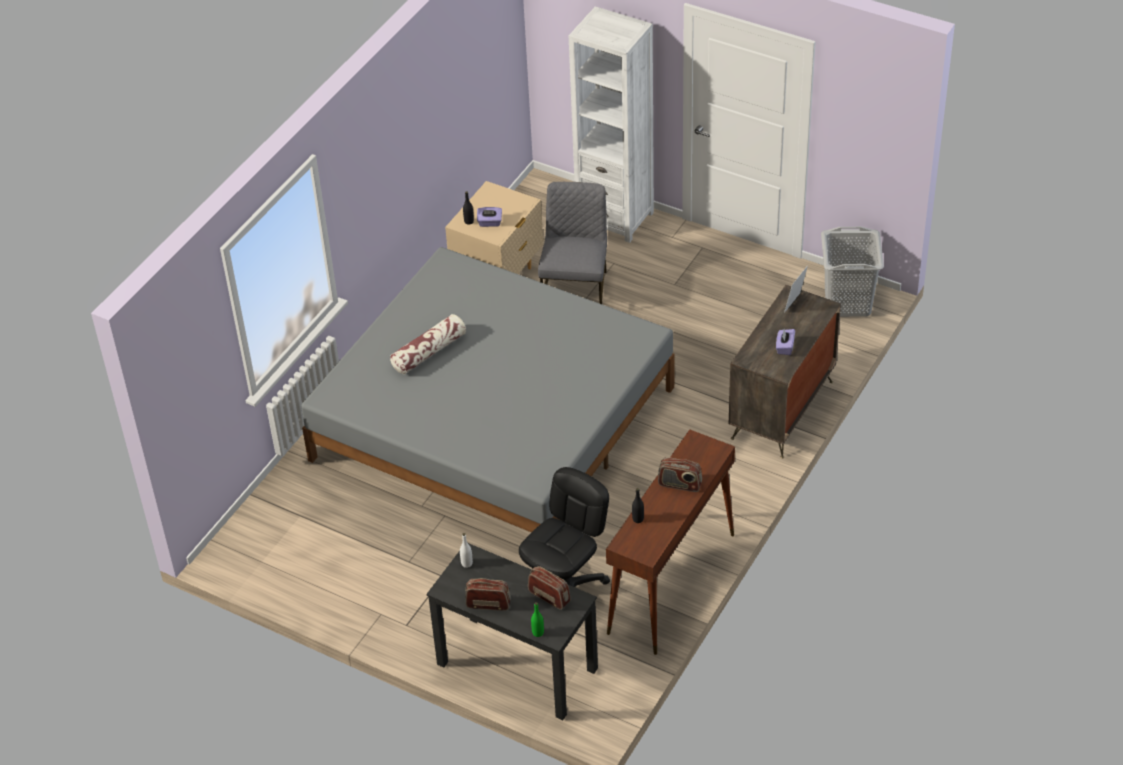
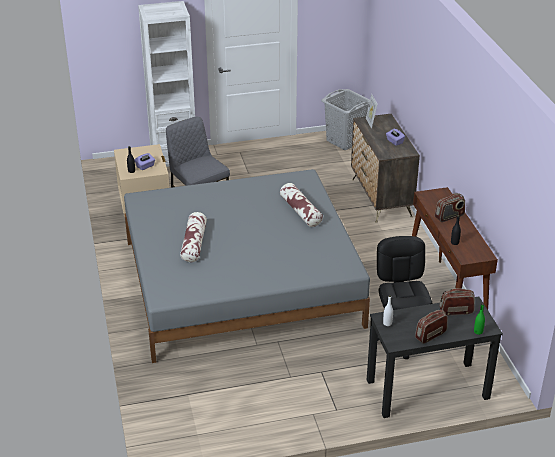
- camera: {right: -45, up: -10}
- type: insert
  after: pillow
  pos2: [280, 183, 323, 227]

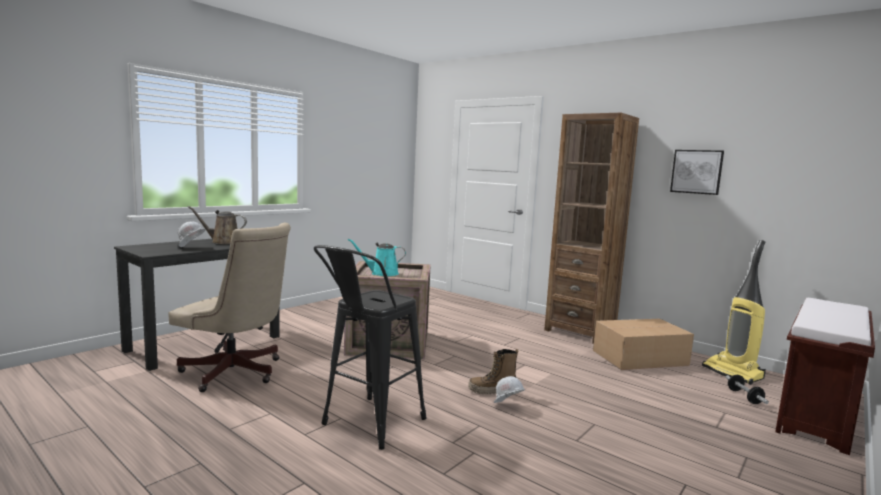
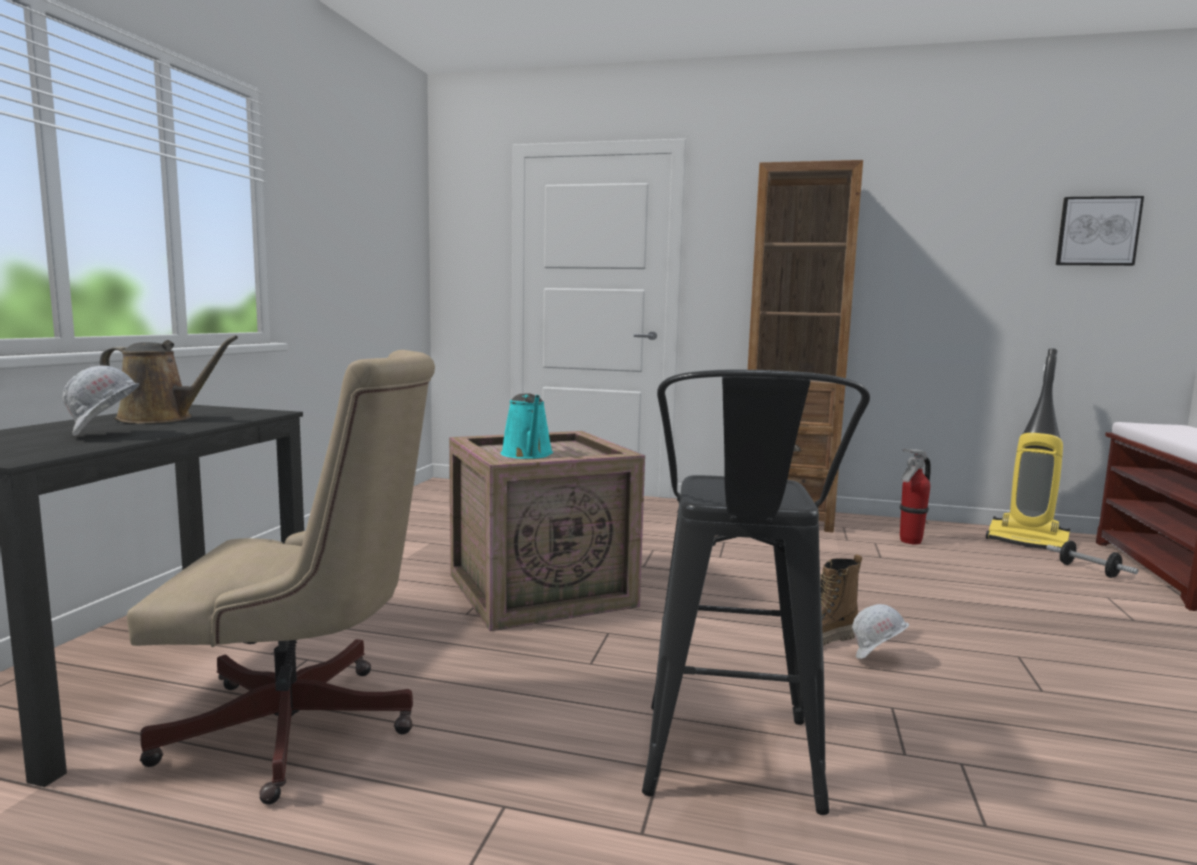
- camera: {right: -25, up: 0}
- type: rotate
  before: brown_watering_can
  pos1: [188, 206, 247, 244]
  pos2: [100, 335, 238, 424]
  turn: -150
- type: rotate
  before: turquoise_watering_can
  pos1: [348, 239, 406, 276]
  pos2: [501, 393, 553, 459]
  turn: -75
- type: replace
  before: cardboard_box
  after: fire_extinguisher
  pos1: [593, 319, 694, 370]
  pos2: [900, 449, 931, 544]
- type: move
  before: picture
  pos1: [670, 150, 724, 195]
  pos2: [1056, 196, 1144, 266]

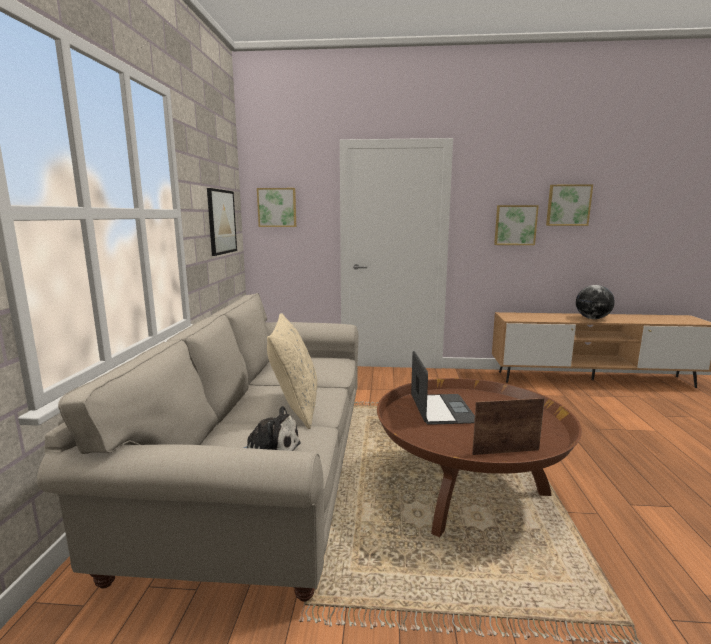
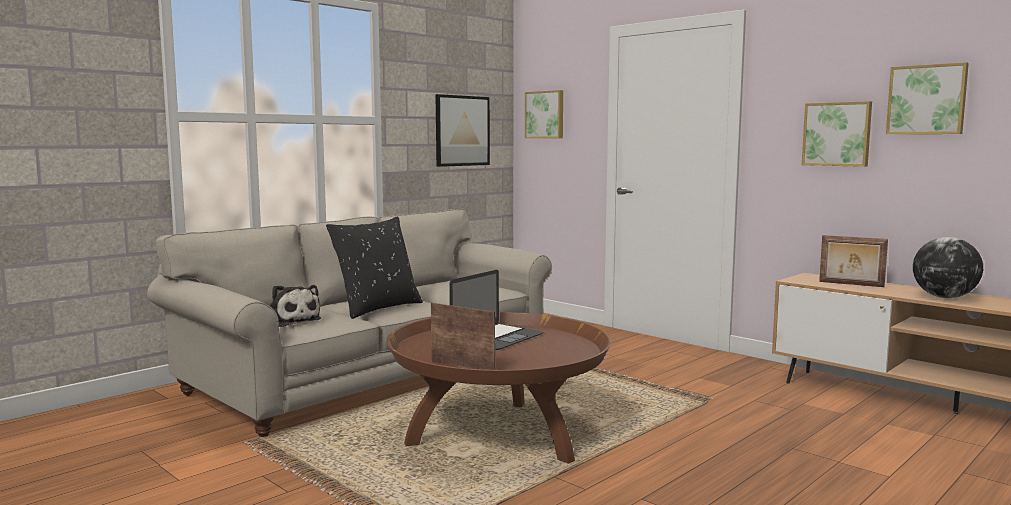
- camera: {right: 40, up: -5}
- type: recolor
  before: beige_pillow
  after: black_pillow
  pos1: [267, 313, 317, 429]
  pos2: [326, 216, 423, 319]
- type: insert
  after: picture_frame
  pos2: [819, 235, 888, 287]

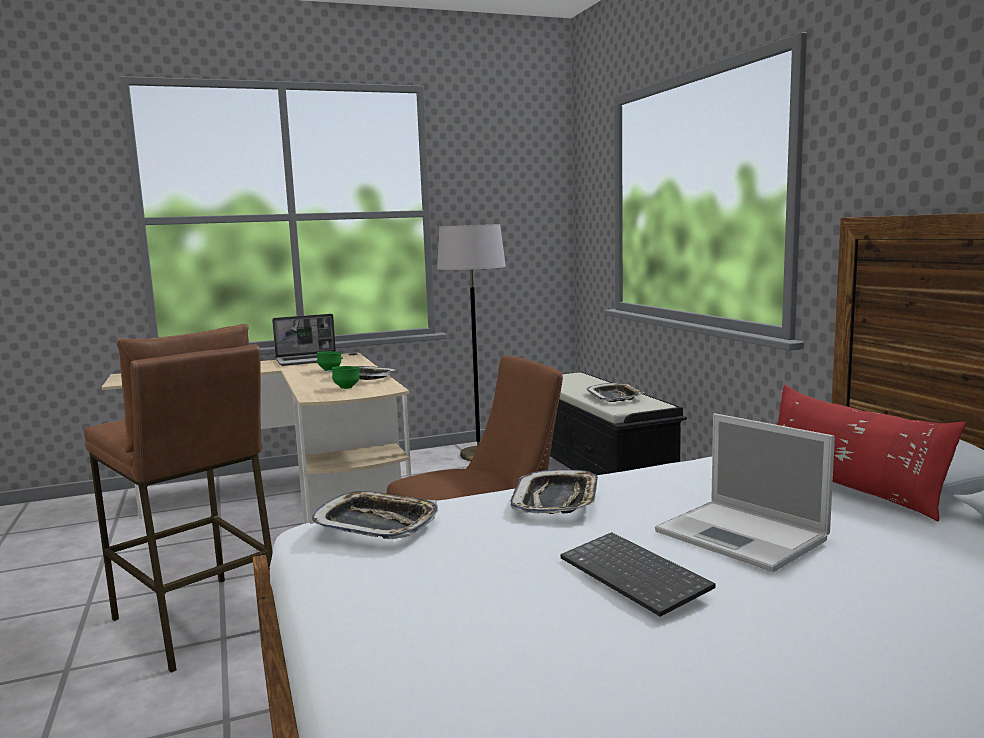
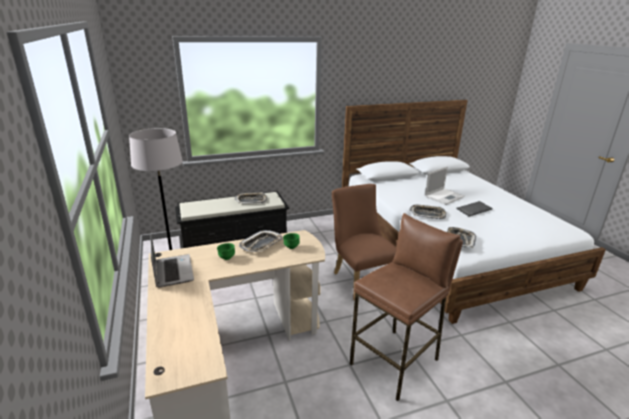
- camera: {right: -90, up: 15}
- type: delete
  before: red_pillow
  pos1: [777, 385, 966, 522]

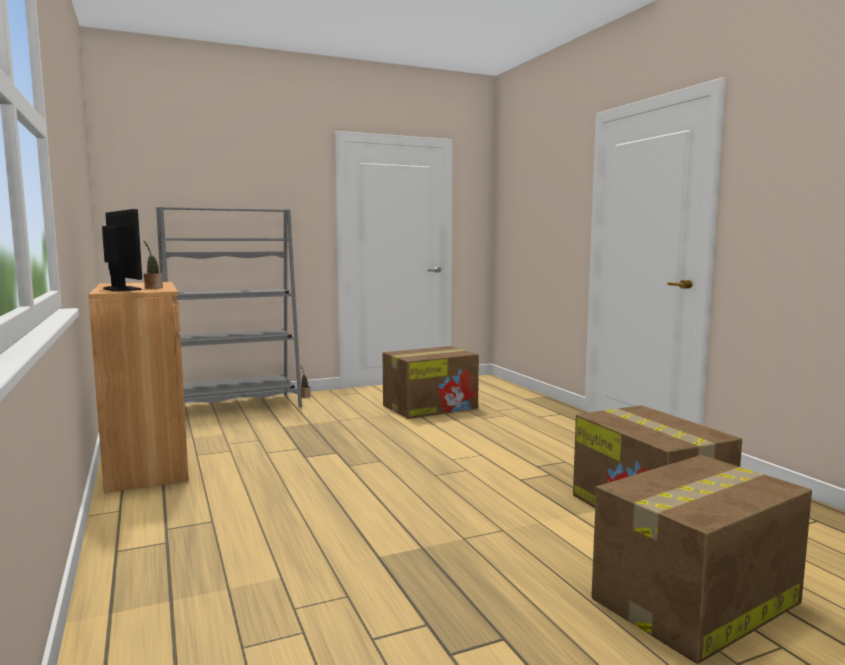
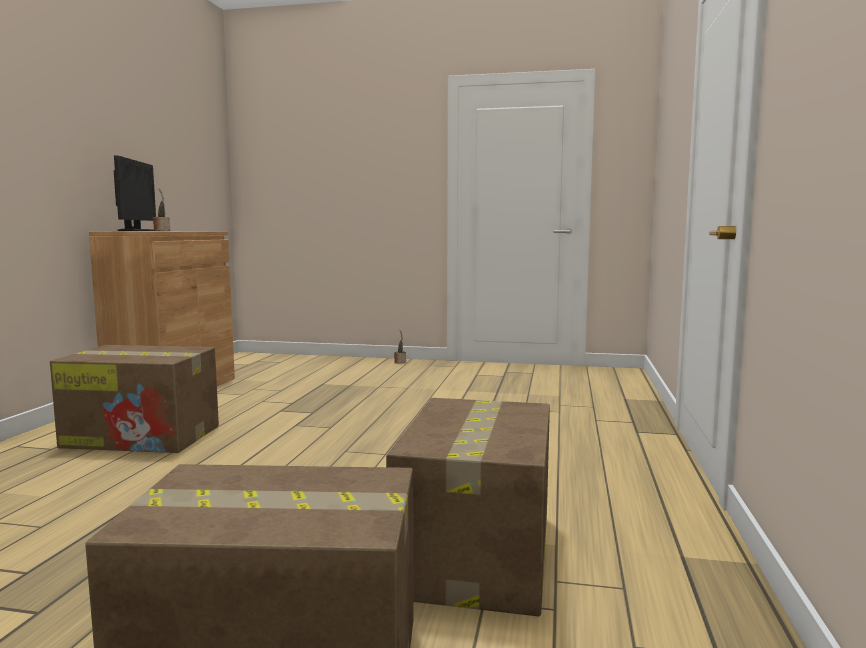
- camera: {right: 35, up: 0}
- type: delete
  before: grey_bookcase
  pos1: [156, 207, 302, 407]
- type: move
  before: cardboard_box
  pos1: [383, 346, 479, 419]
  pos2: [50, 345, 219, 453]

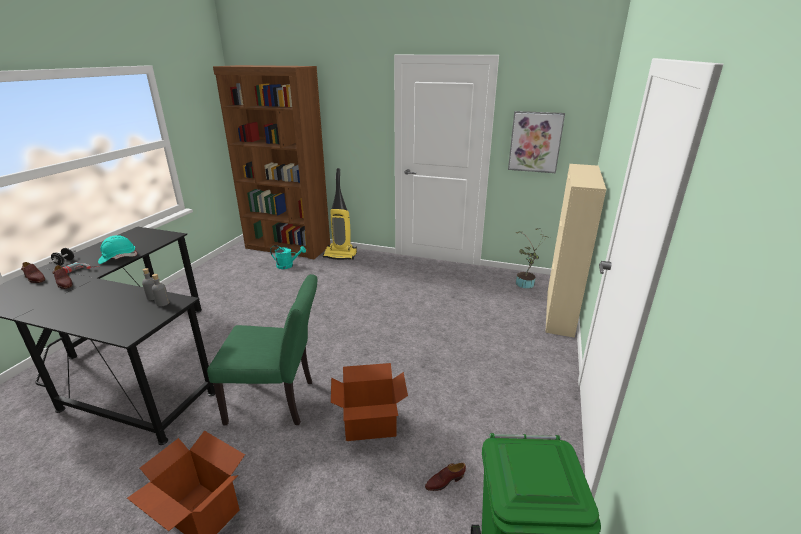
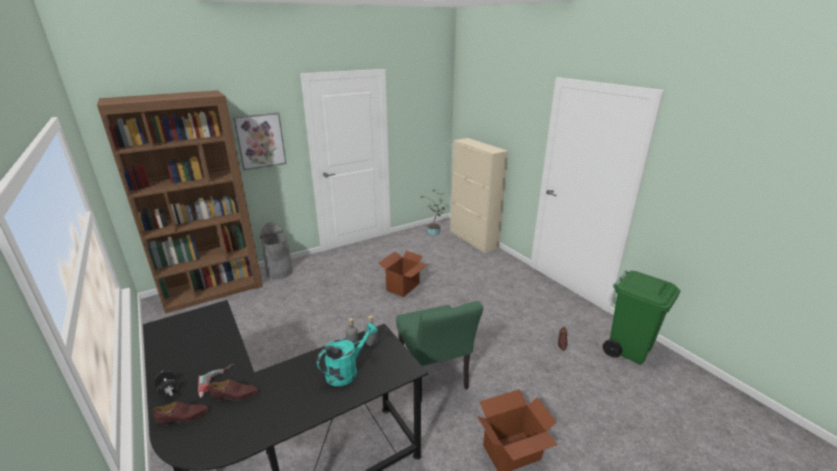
- camera: {right: -50, up: 0}
- type: delete
  before: turquoise_hard_hat
  pos1: [98, 235, 138, 264]
- type: rotate
  before: green_chair
  pos1: [207, 274, 317, 425]
  pos2: [396, 301, 483, 402]
  turn: 120
- type: move
  before: turquoise_watering_can
  pos1: [270, 245, 306, 269]
  pos2: [317, 323, 378, 386]
- type: replace
  before: vacuum_cleaner
  after: grey_trash_can
  pos1: [323, 168, 357, 260]
  pos2: [260, 223, 293, 279]
- type: move
  before: cardboard_box
  pos1: [331, 363, 408, 441]
  pos2: [378, 251, 428, 297]
- type: move
  before: picture
  pos1: [508, 111, 565, 173]
  pos2: [233, 113, 286, 170]

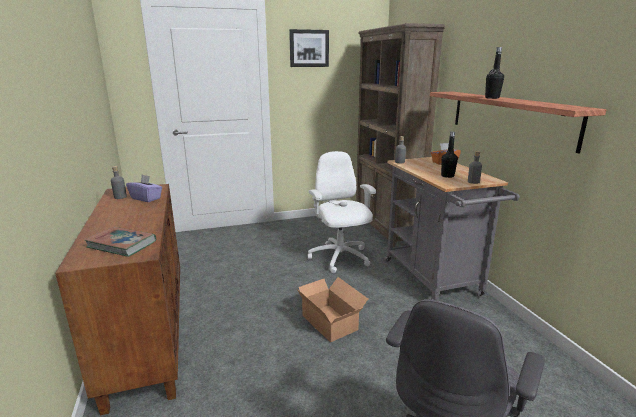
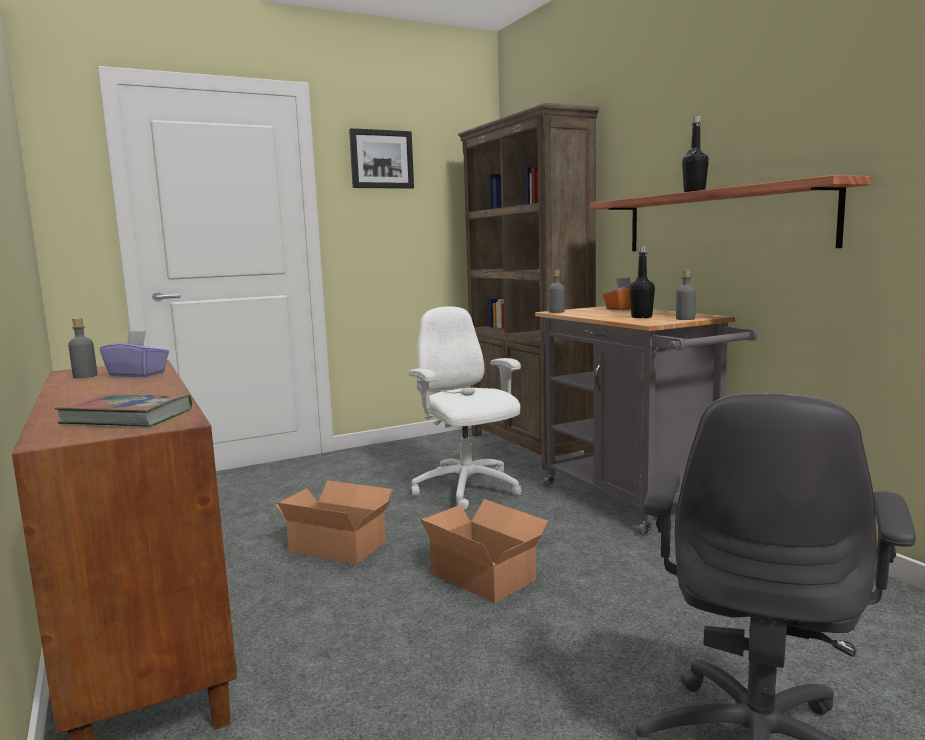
- camera: {right: -10, up: -10}
- type: insert
  after: cardboard_box
  pos2: [275, 480, 392, 565]

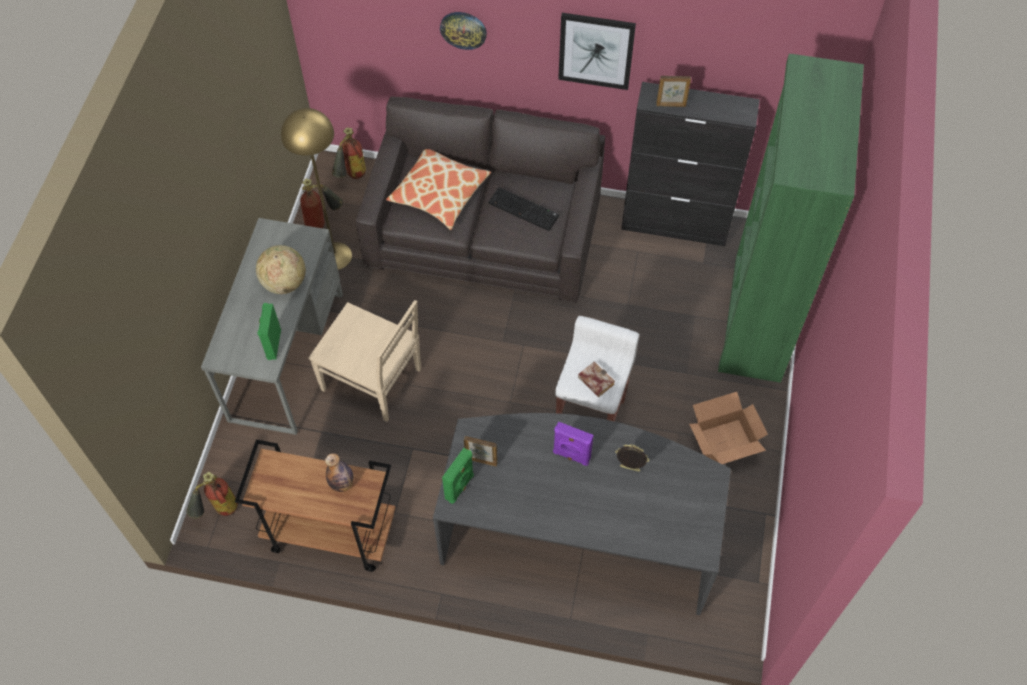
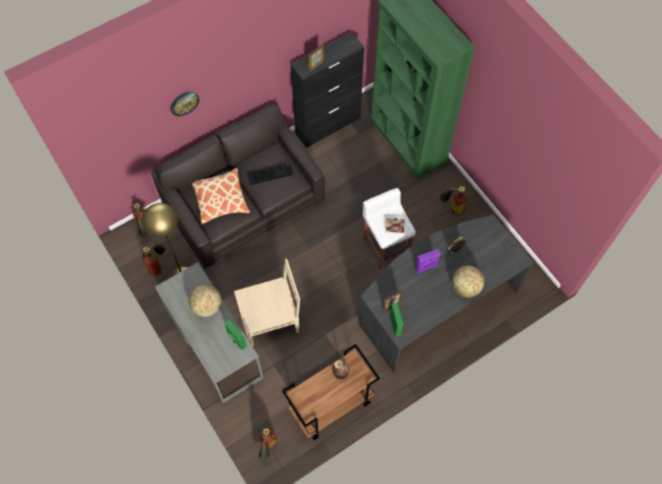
- camera: {right: -45, up: 5}
- type: delete
  before: picture
  pos1: [558, 13, 636, 90]
- type: replace
  before: cardboard_box
  after: fire_extinguisher
  pos1: [689, 392, 768, 464]
  pos2: [439, 186, 467, 215]
- type: insert
  after: globe
  pos2: [452, 266, 484, 298]

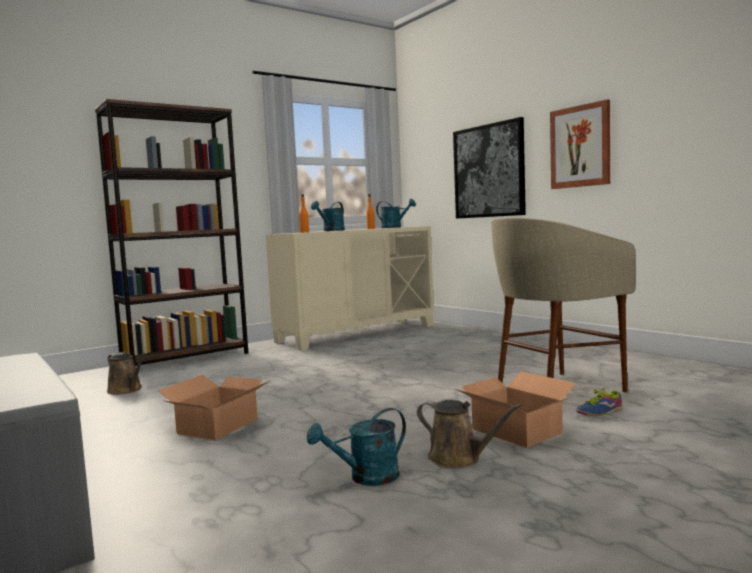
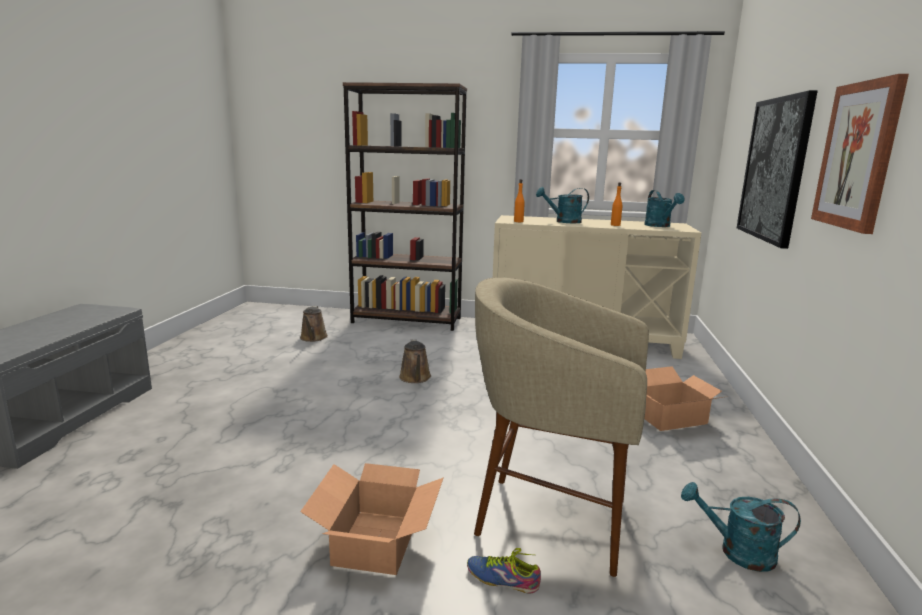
- camera: {right: 45, up: 10}
- type: move
  before: cardboard_box
  pos1: [158, 375, 271, 440]
  pos2: [644, 366, 723, 431]
- type: move
  before: turquoise_watering_can
  pos1: [307, 408, 406, 486]
  pos2: [681, 482, 801, 572]
- type: move
  before: brown_watering_can
  pos1: [417, 400, 522, 468]
  pos2: [399, 339, 431, 383]

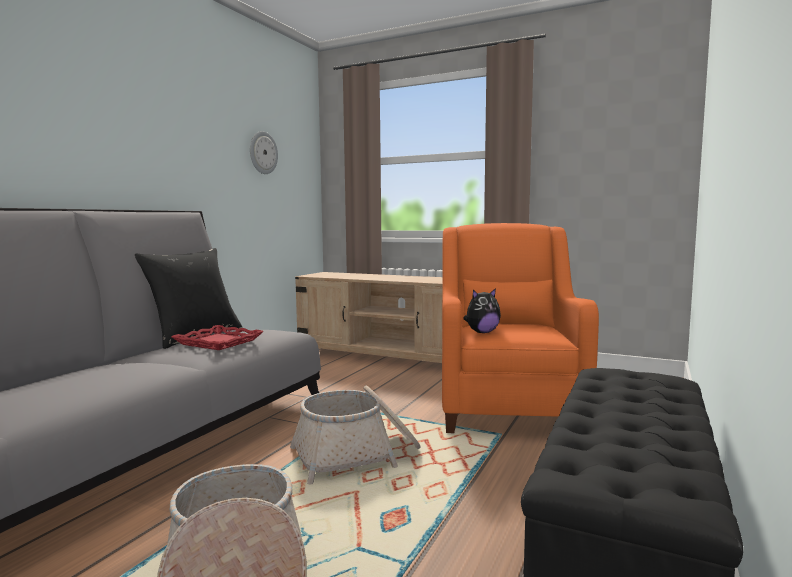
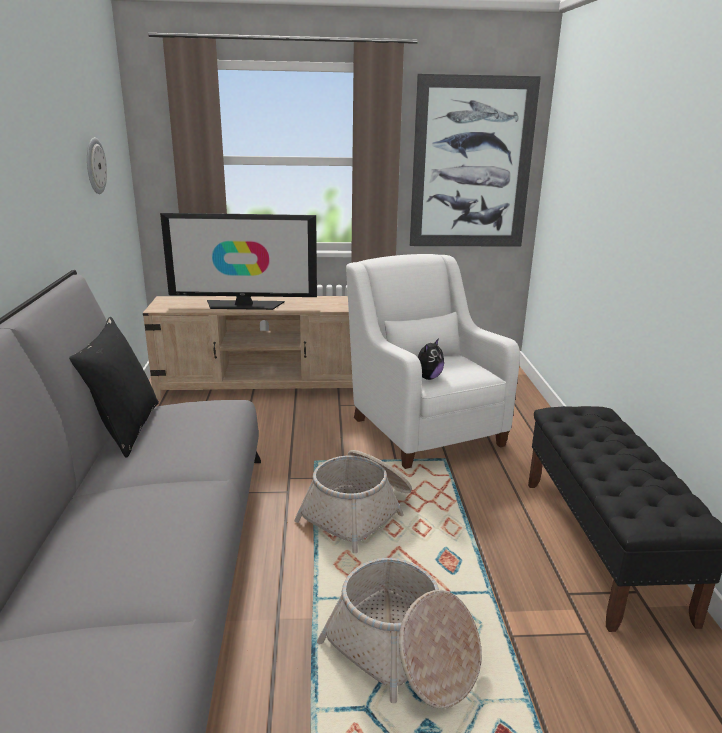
- camera: {right: -30, up: 15}
- type: delete
  before: red_tray
  pos1: [171, 325, 264, 350]
- type: recolor
  before: orange_armchair
  after: white_armchair
  pos1: [442, 223, 599, 433]
  pos2: [346, 254, 520, 469]
- type: insert
  after: television
  pos2: [160, 213, 317, 310]
- type: insert
  after: picture
  pos2: [409, 74, 541, 247]

